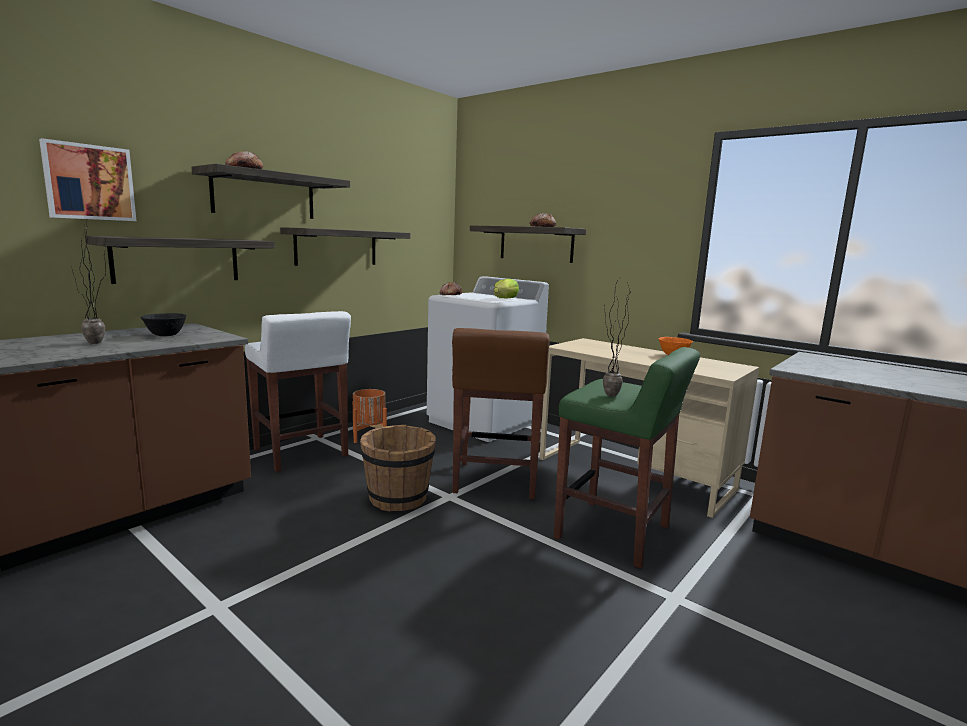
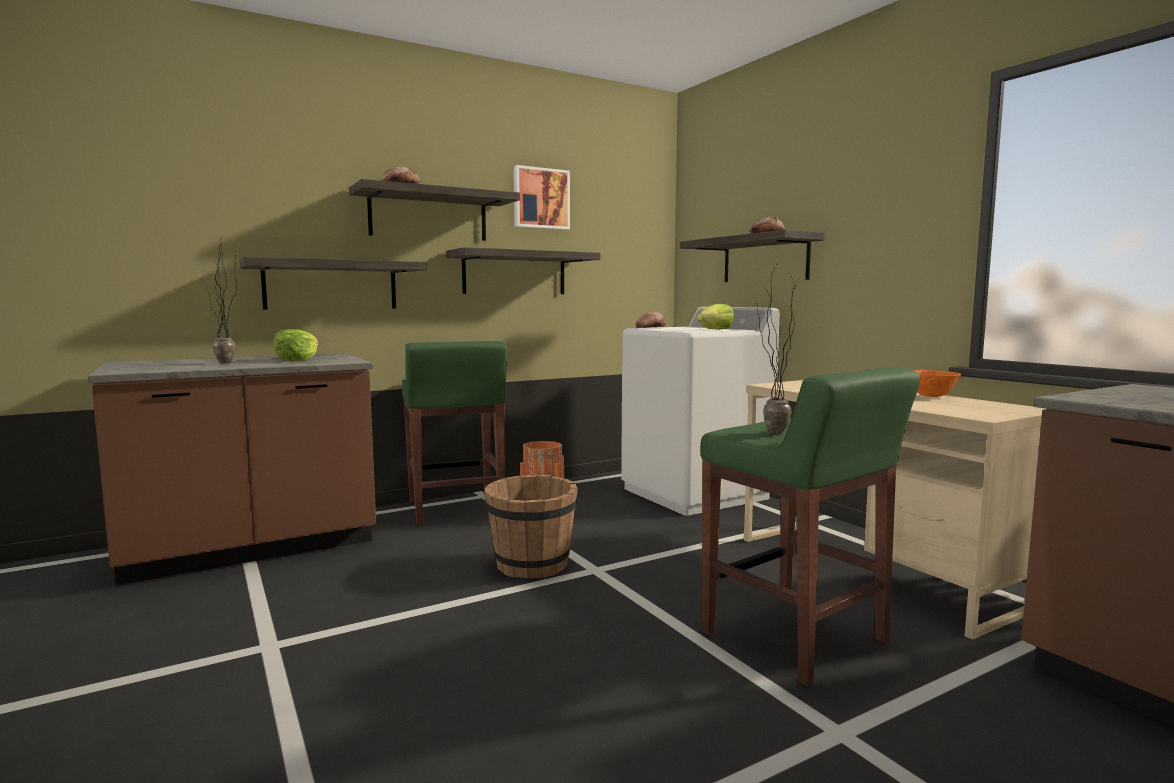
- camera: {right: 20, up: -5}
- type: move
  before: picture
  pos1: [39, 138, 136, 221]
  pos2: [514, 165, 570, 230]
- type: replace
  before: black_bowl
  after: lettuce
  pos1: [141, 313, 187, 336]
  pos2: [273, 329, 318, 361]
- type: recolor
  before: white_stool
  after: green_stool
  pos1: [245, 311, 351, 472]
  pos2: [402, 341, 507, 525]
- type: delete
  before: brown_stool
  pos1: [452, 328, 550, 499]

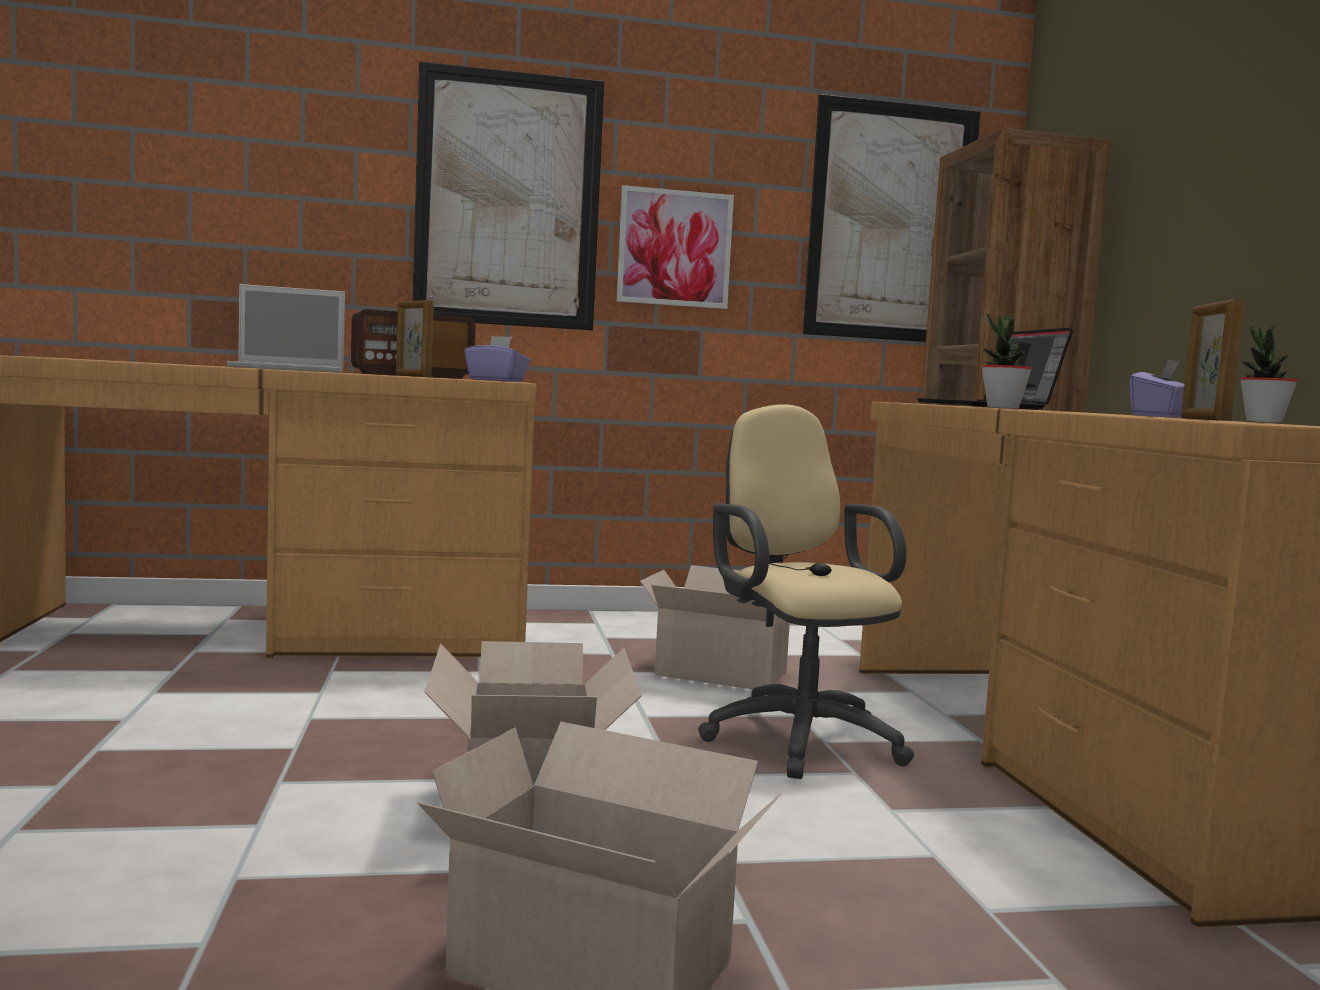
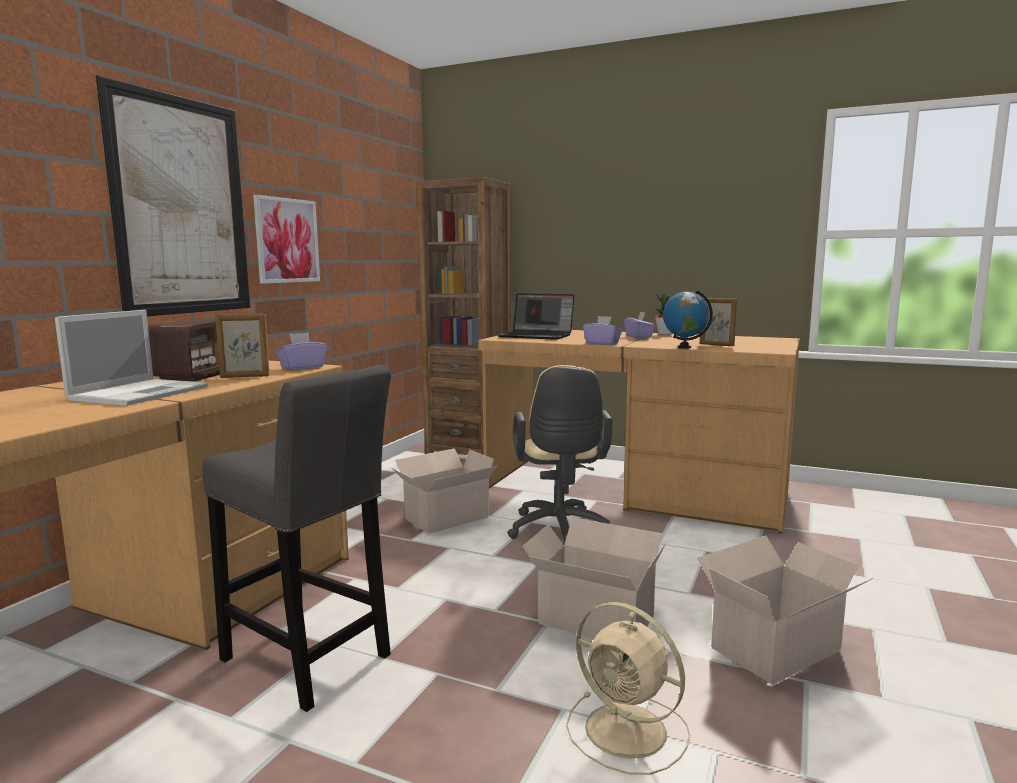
- camera: {right: -55, up: 5}
- type: rotate
  before: beige_office_chair
  pos1: [698, 404, 914, 779]
  pos2: [507, 365, 613, 545]
  turn: -105
- type: delete
  before: picture
  pos1: [803, 94, 981, 342]
- type: replace
  before: potted_plant
  after: purple_tissue_box
  pos1: [981, 314, 1032, 409]
  pos2: [583, 316, 622, 345]
- type: insert
  after: grey_stool
  pos2: [202, 365, 391, 712]
- type: insert
  after: beige_fan
  pos2: [566, 602, 690, 775]
- type: insert
  after: globe
  pos2: [663, 290, 713, 349]

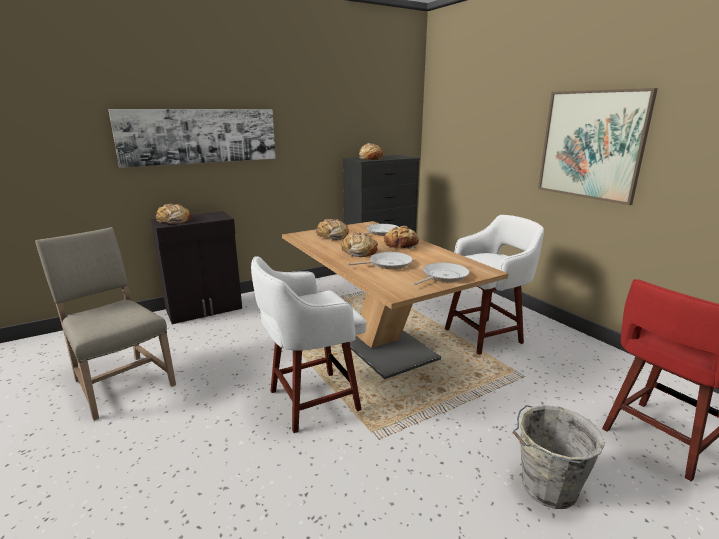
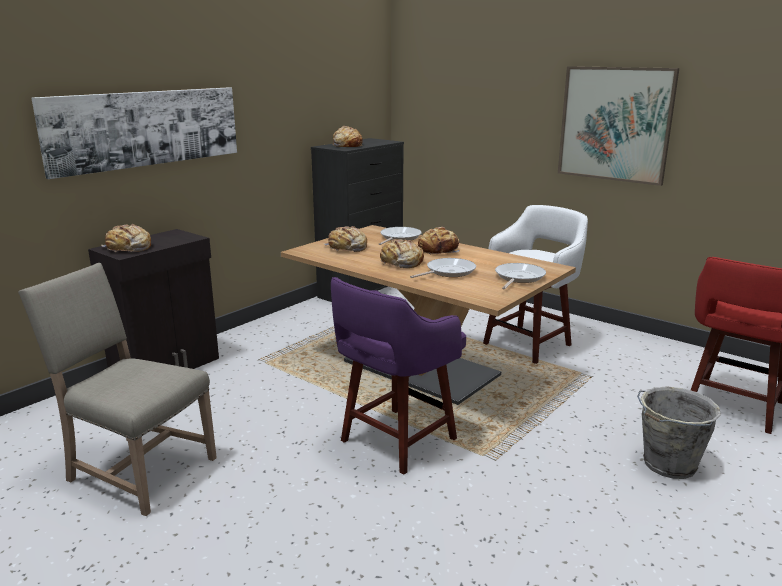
- camera: {right: -20, up: 0}
- type: recolor
  before: white_stool
  after: purple_stool
  pos1: [251, 256, 366, 433]
  pos2: [331, 277, 466, 475]

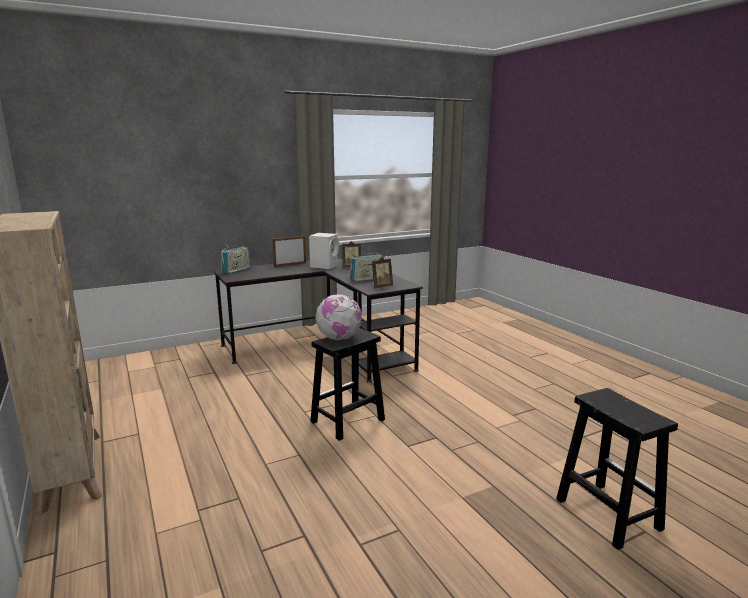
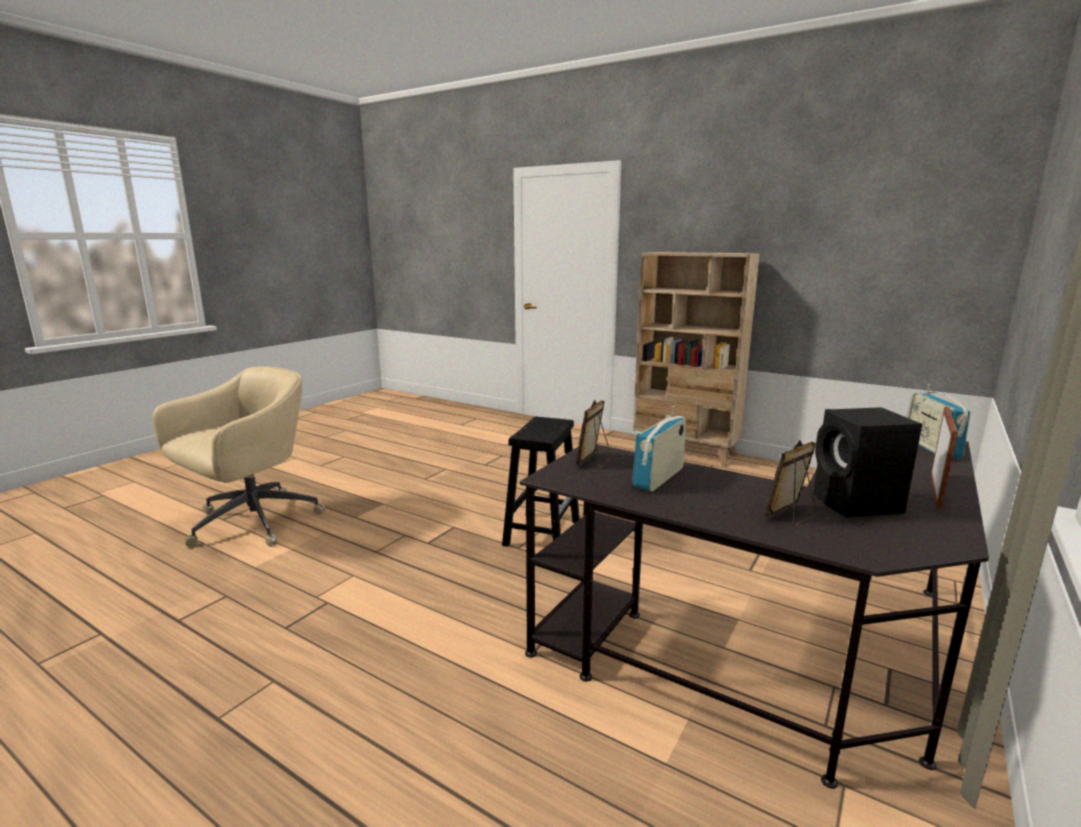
- camera: {right: 150, up: 0}
- type: recolor
  before: white_speaker
  after: black_speaker
  pos1: [309, 233, 339, 269]
  pos2: [813, 407, 922, 518]
- type: delete
  before: globe
  pos1: [315, 294, 362, 340]
- type: replace
  before: black_stool
  after: beige_office_chair
  pos1: [556, 388, 678, 550]
  pos2: [152, 367, 325, 547]

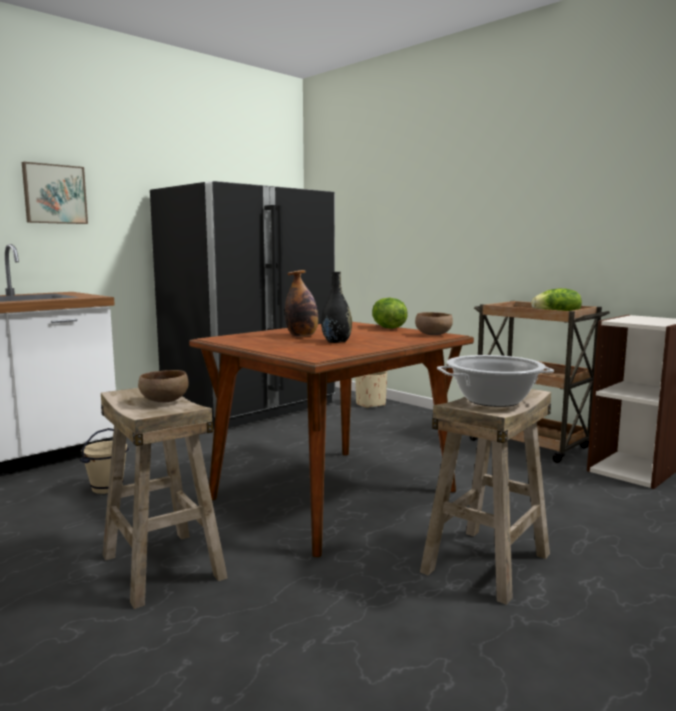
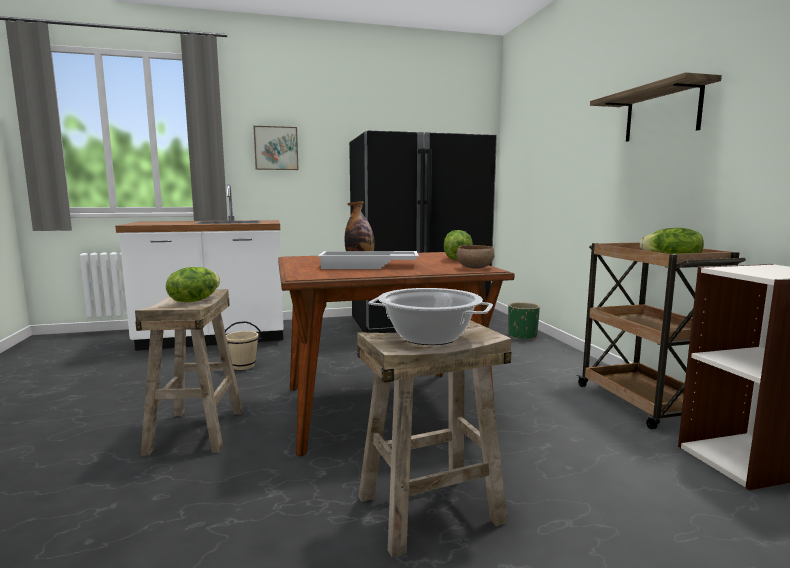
- camera: {right: 30, up: 0}
- type: replace
  before: brown_bowl
  after: lettuce
  pos1: [138, 370, 189, 402]
  pos2: [166, 267, 220, 302]
- type: replace
  before: black_vase
  after: white_tray
  pos1: [321, 272, 352, 343]
  pos2: [318, 251, 419, 269]
- type: recolor
  before: beige_planter
  after: green_planter
  pos1: [355, 371, 387, 408]
  pos2: [508, 302, 540, 339]
- type: insert
  after: shelf
  pos2: [590, 72, 722, 142]

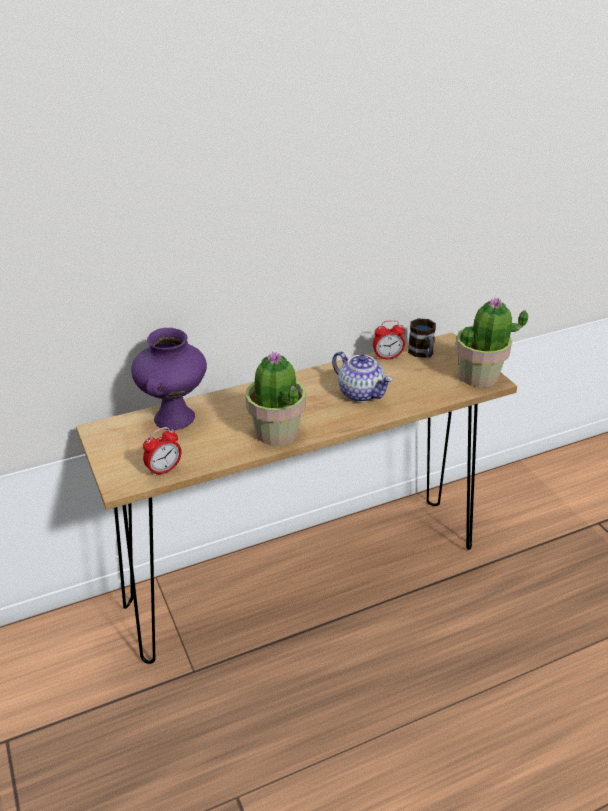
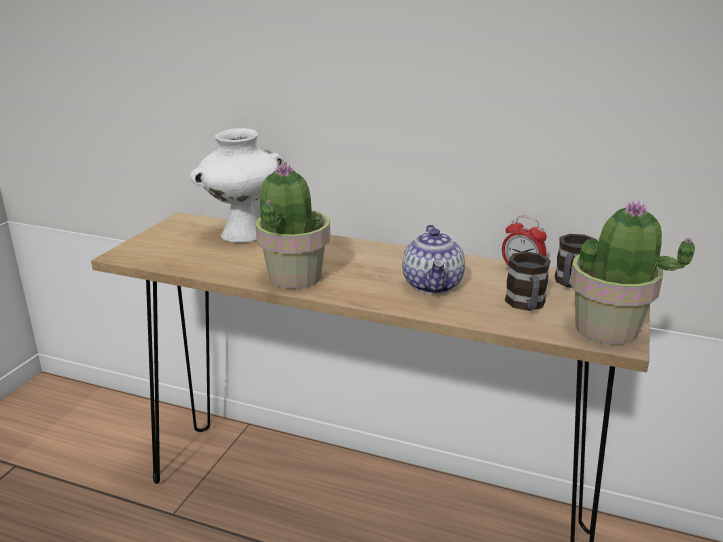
- camera: {right: 45, up: -10}
- type: recolor
  before: purple_vase
  after: white_vase
  pos1: [131, 328, 207, 430]
  pos2: [190, 128, 284, 242]
- type: delete
  before: alarm_clock
  pos1: [143, 427, 182, 477]
- type: insert
  after: mug
  pos2: [505, 252, 551, 311]

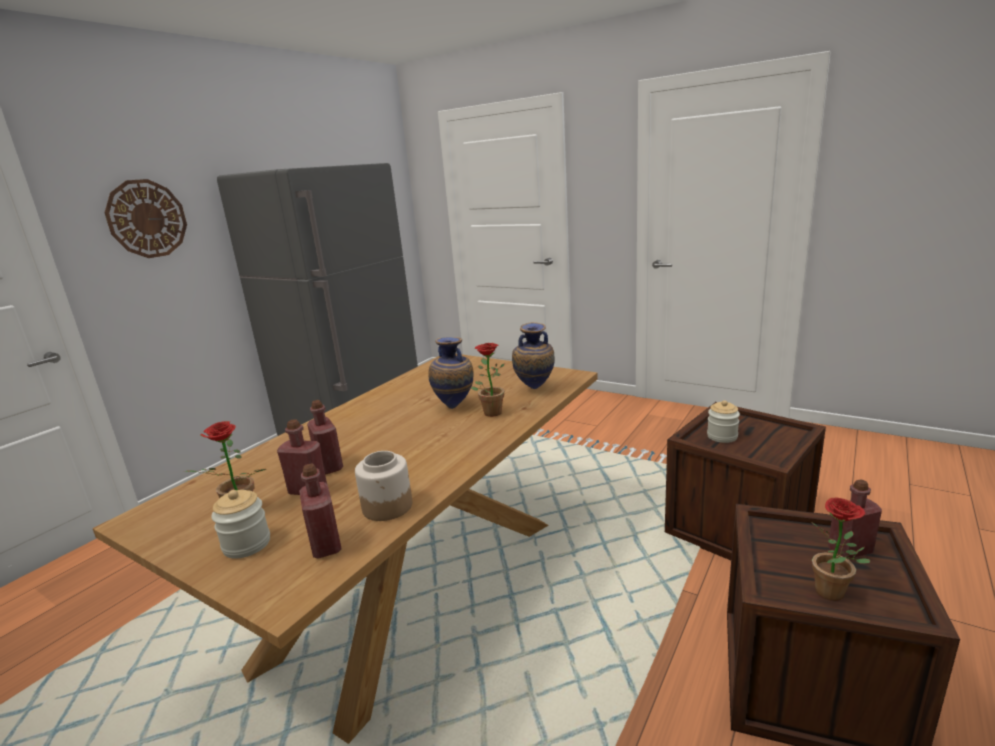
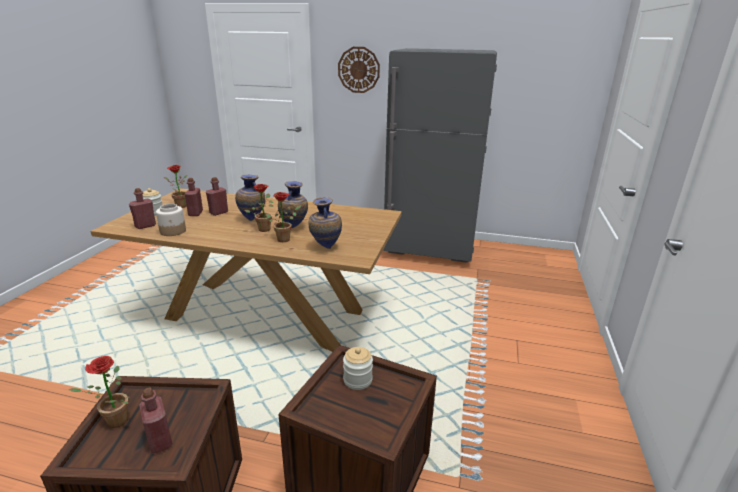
- camera: {right: 70, up: 5}
- type: insert
  after: vase
  pos2: [235, 175, 265, 221]
- type: insert
  after: potted_plant
  pos2: [245, 184, 274, 232]

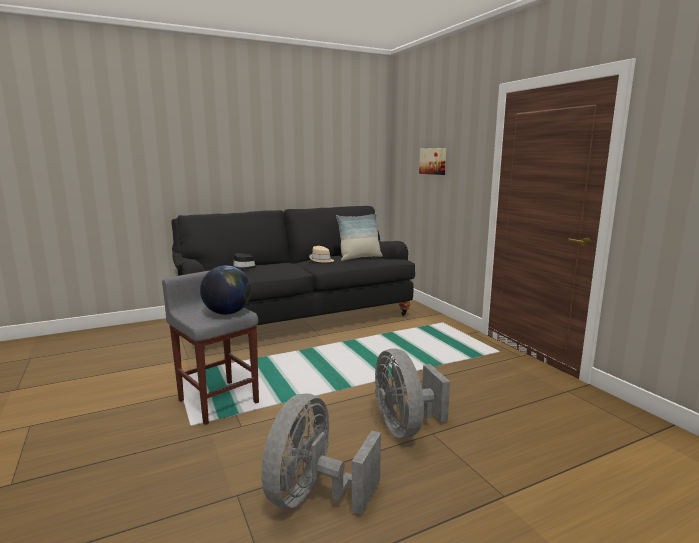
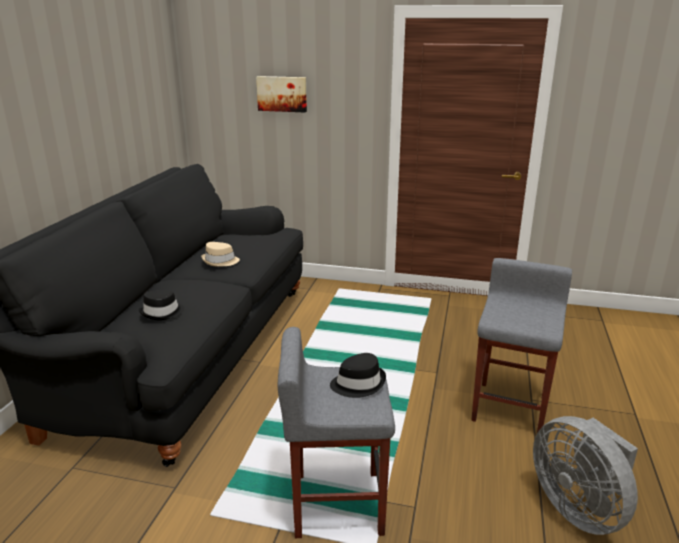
- camera: {right: -50, up: 10}
- type: replace
  before: globe
  after: black_hat
  pos1: [200, 265, 251, 315]
  pos2: [330, 353, 386, 398]
- type: delete
  before: pillow
  pos1: [336, 214, 383, 261]
- type: replace
  before: grey_fan
  after: grey_stool
  pos1: [375, 349, 450, 438]
  pos2: [471, 258, 572, 433]

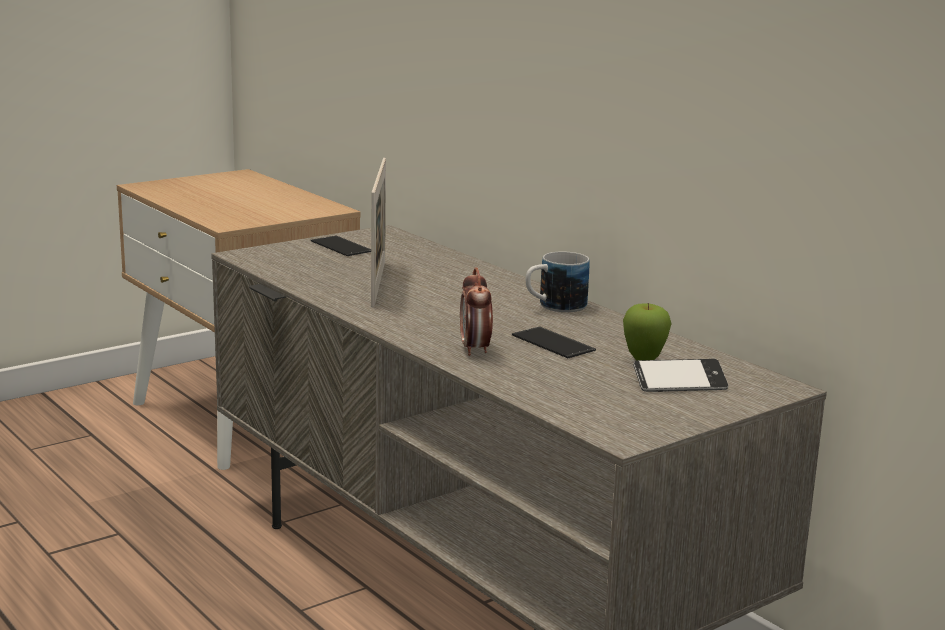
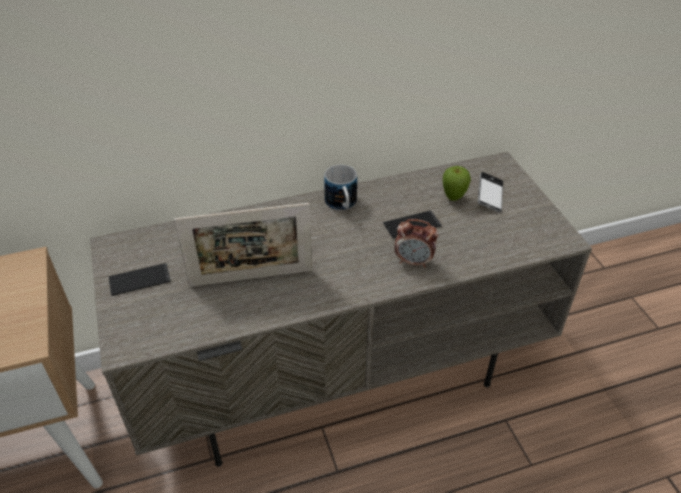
- camera: {right: -70, up: 25}
- type: rotate
  before: picture_frame
  pos1: [371, 158, 386, 307]
  pos2: [174, 203, 312, 287]
  turn: 150

